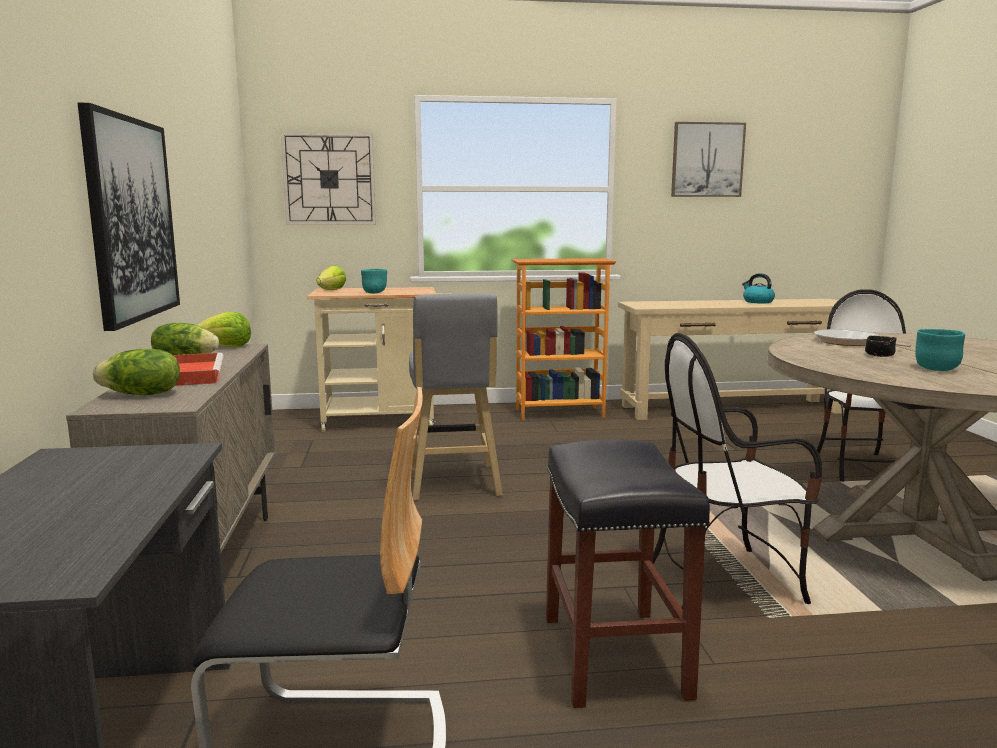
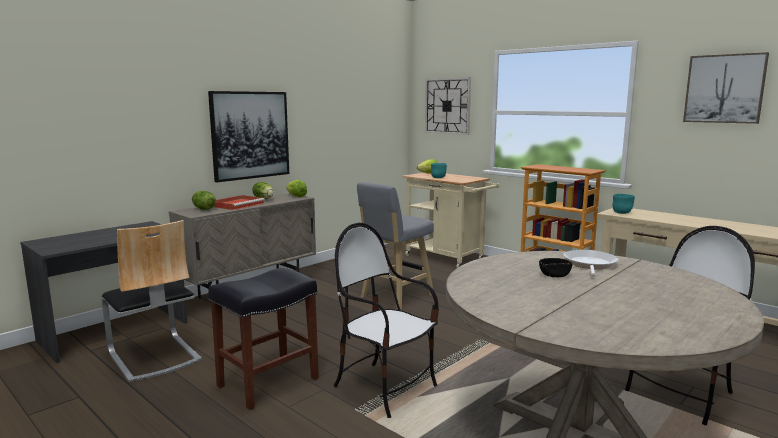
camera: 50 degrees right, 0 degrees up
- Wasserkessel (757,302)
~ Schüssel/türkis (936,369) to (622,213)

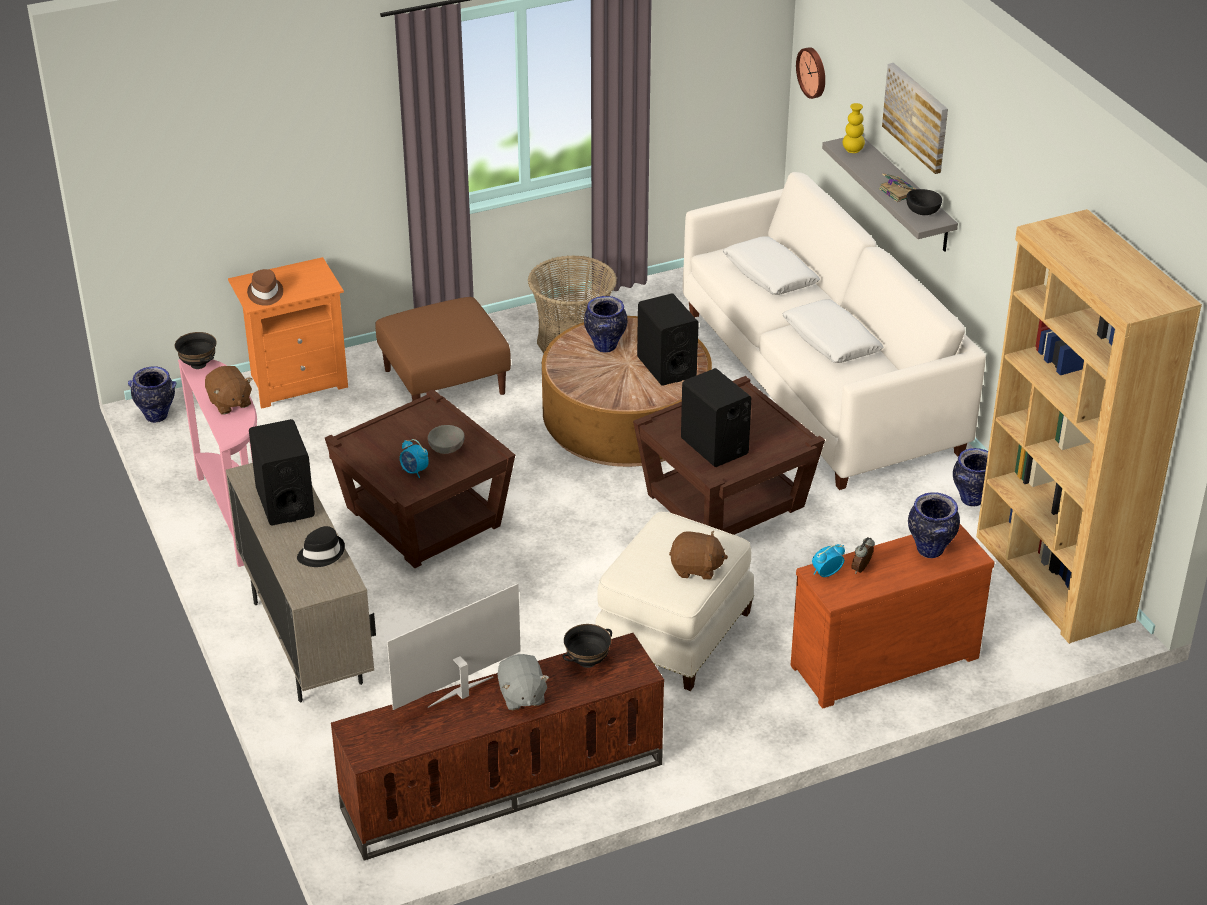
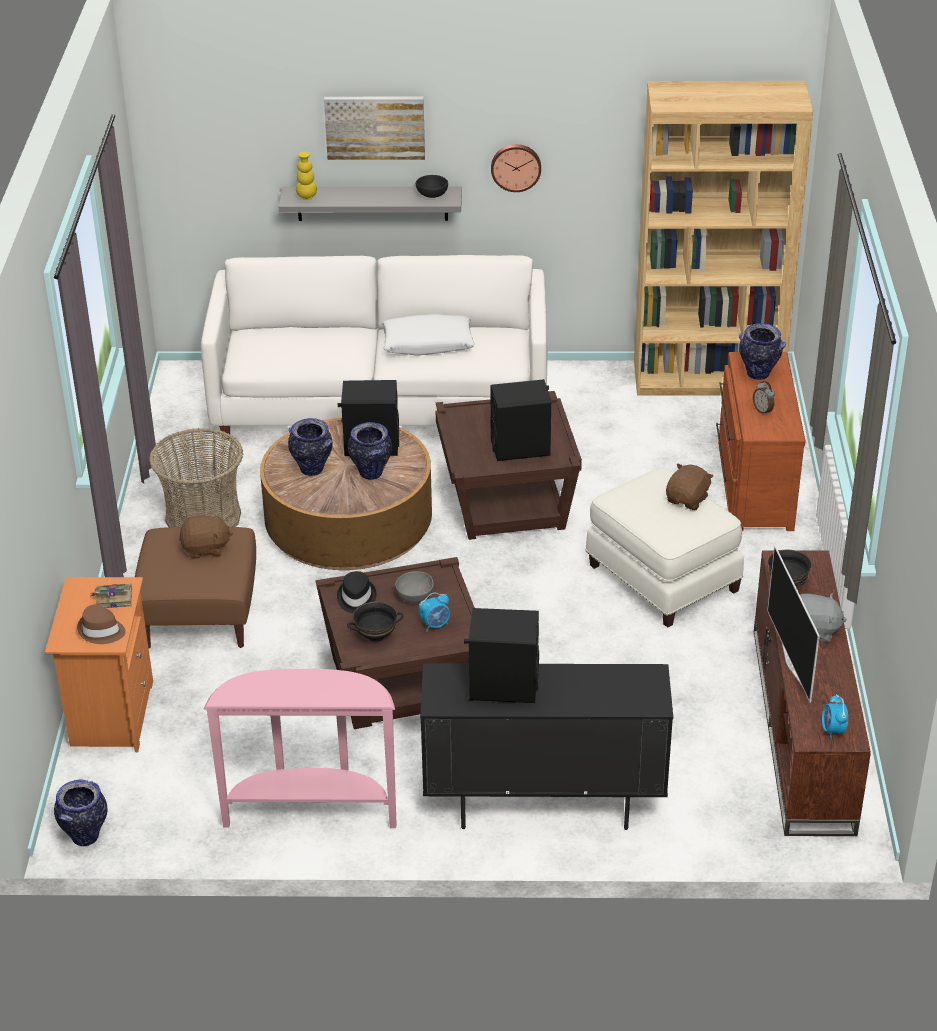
camera: 65 degrees left, 0 degrees up
~ Wanduhr (813,72) to (516,166)
~ Buch (897,191) to (113,598)
- Kissen/weiß (769,275)
~ Schüssel/schwarz (199,364) to (376,636)
~ Plüschtier/braun (229,403) to (206,549)
~ Vase (972,500) to (371,474)
~ Schrank/beige (306,642) to Schrank/schwarz (543,805)
~ Hut/schwarz (321,553) to (356,598)
~ Wecker (826,573) to (833,730)

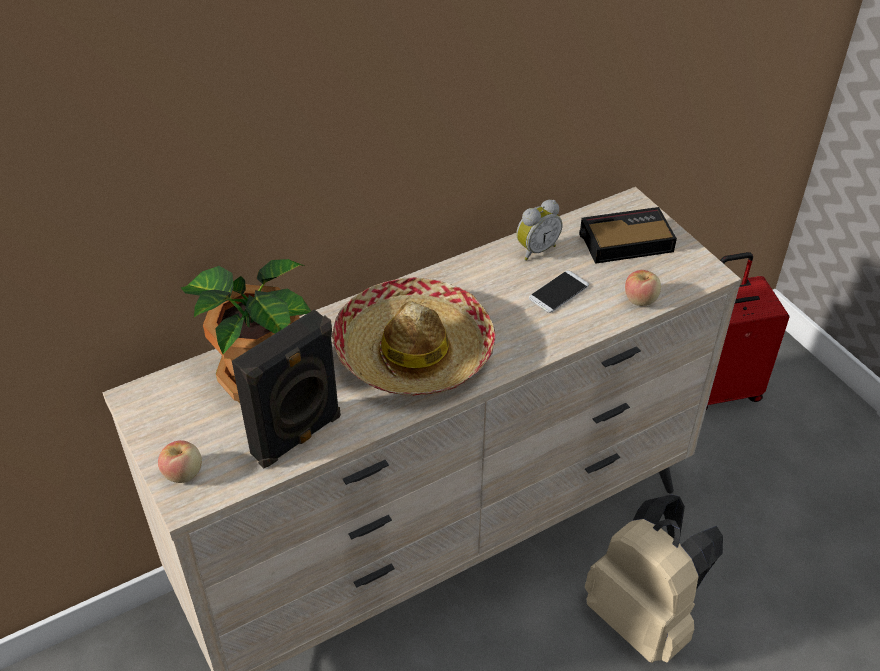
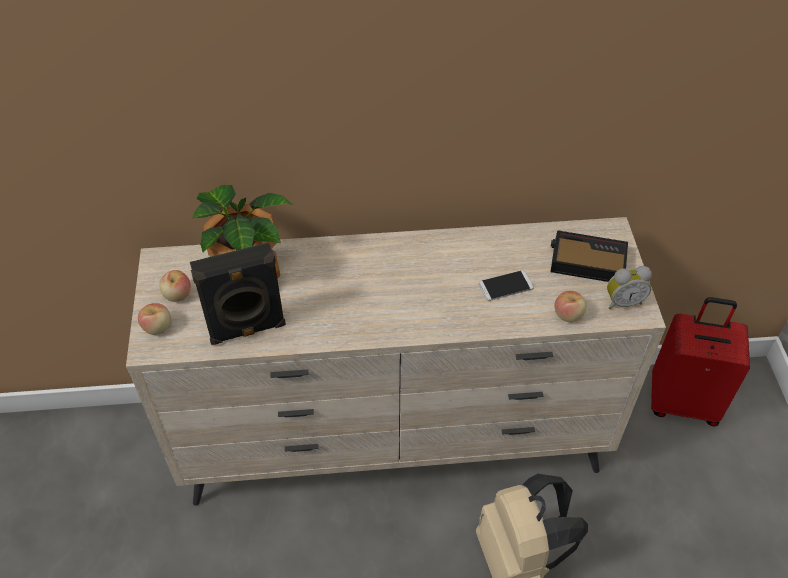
camera: 25 degrees right, 5 degrees up
~ Wecker (535,249) to (623,301)
- Hut (413,351)
+ Apfel (178,295)

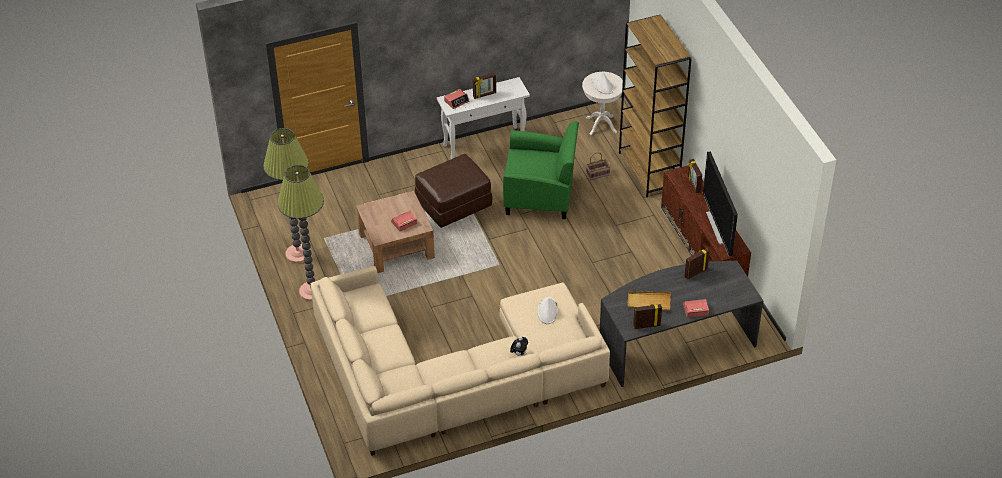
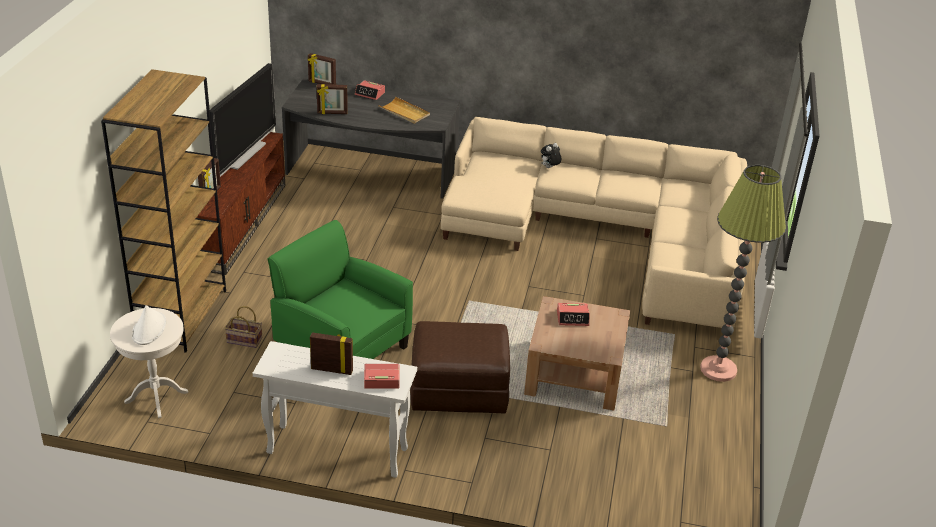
camera: 150 degrees left, 10 degrees down
- Stehlampe (298,254)
- Hut/weiß (547,311)
~ Bilderrahmen (646,325) to (322,83)

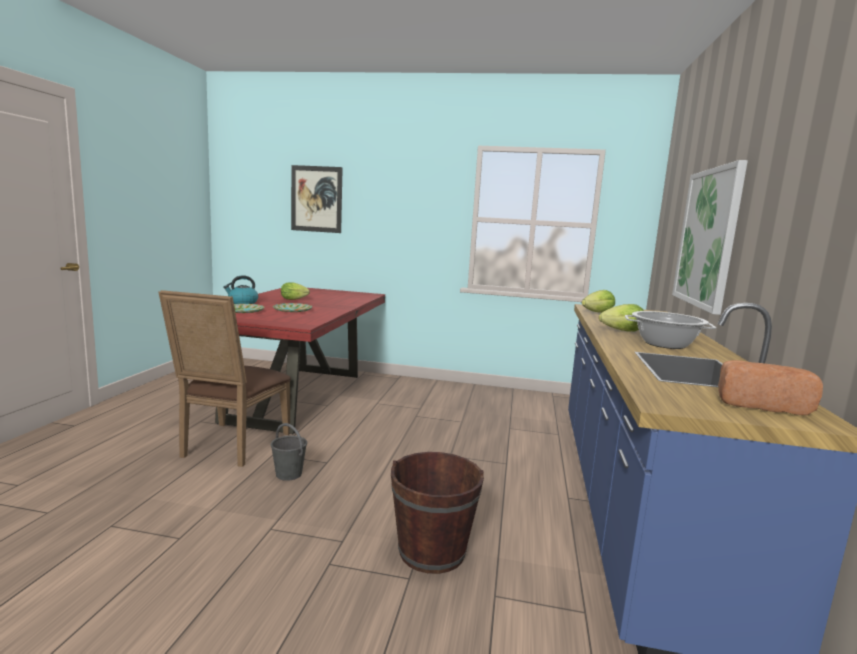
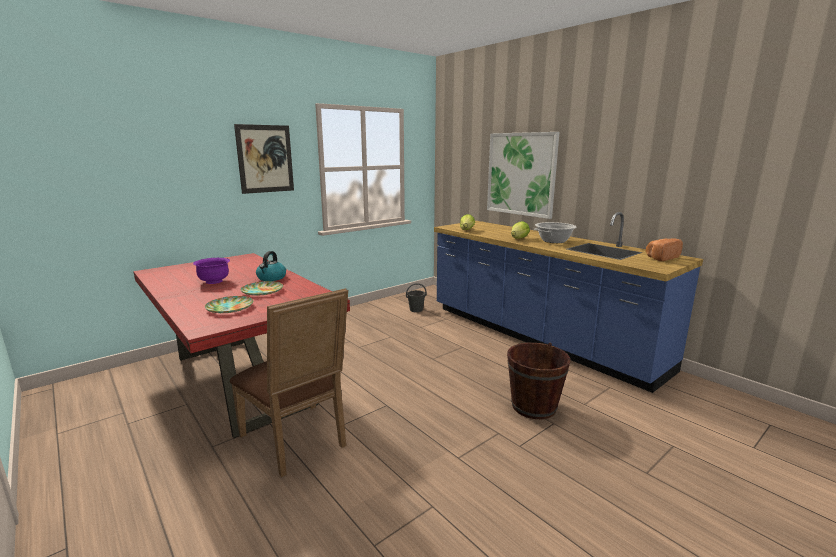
camera: 50 degrees left, 5 degrees up
~ Bild (316,199) to (265,159)
~ Wasserkessel (242,302) to (271,278)
~ Salatkopf (295,299) to Schüssel/lila (214,281)
~ Eimer/grau (289,474) to (416,310)

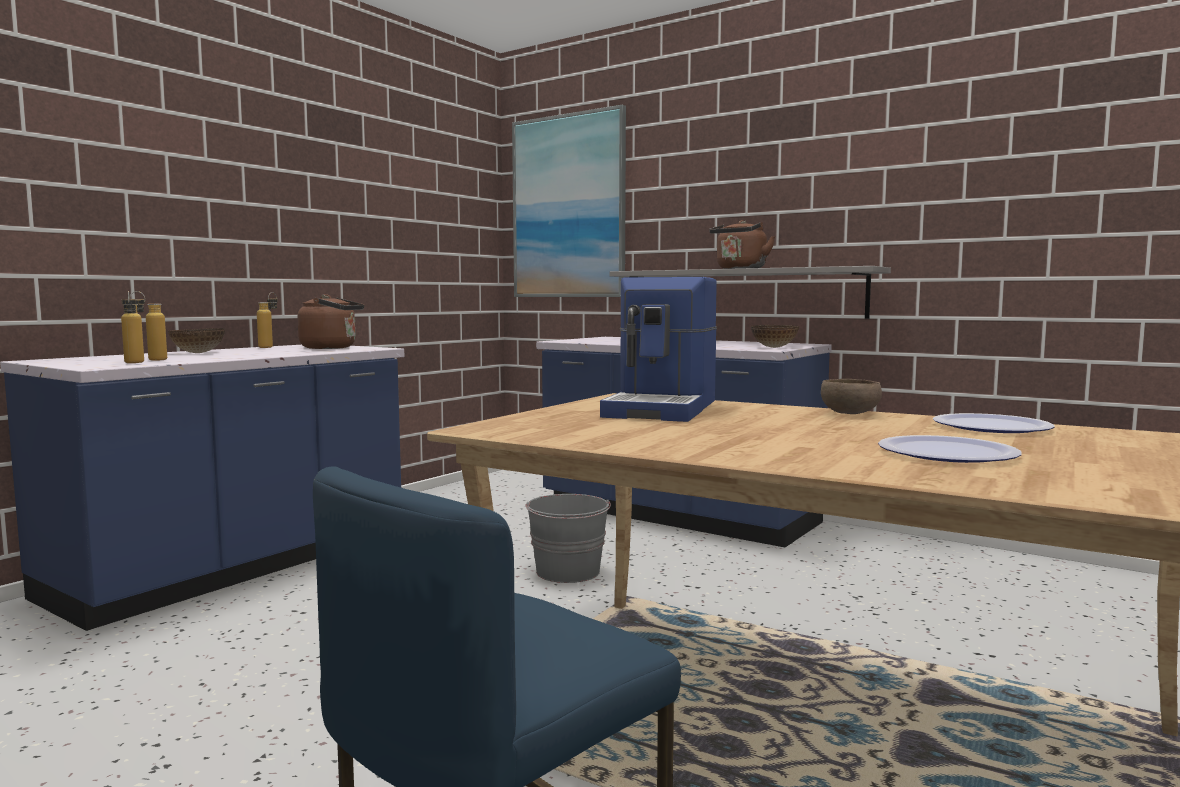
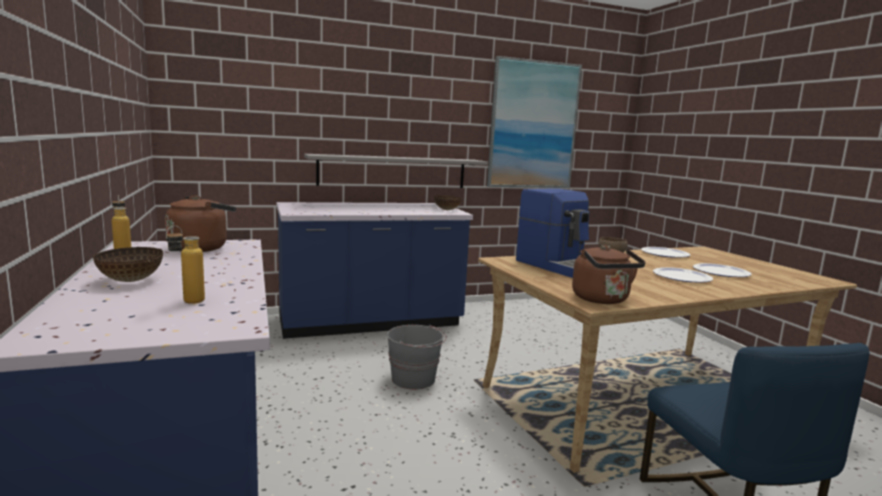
camera: 55 degrees left, 5 degrees up
~ Bild (568,207) to (533,125)
~ Wasserkessel/braun (740,269) to (602,300)
- Flasche (134,363)
+ Teller (682,277)

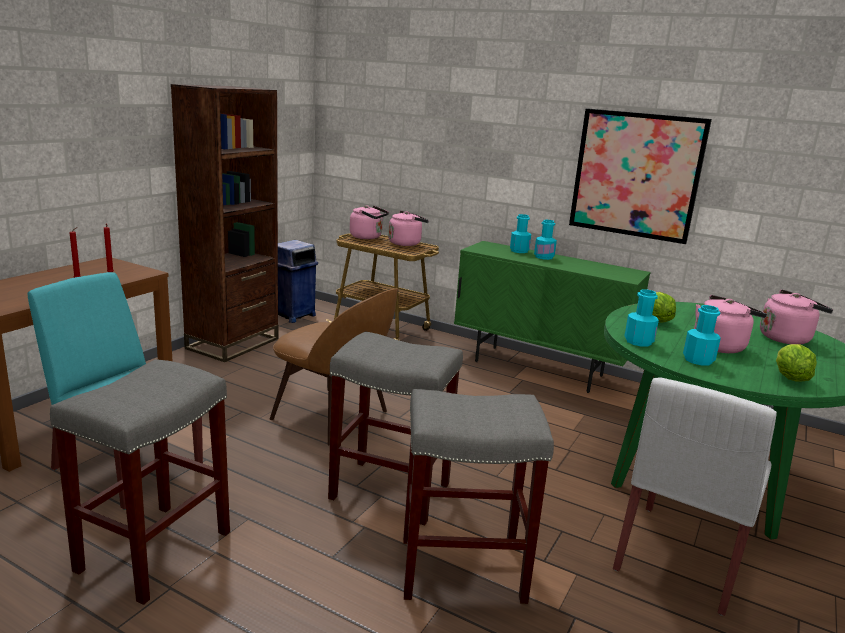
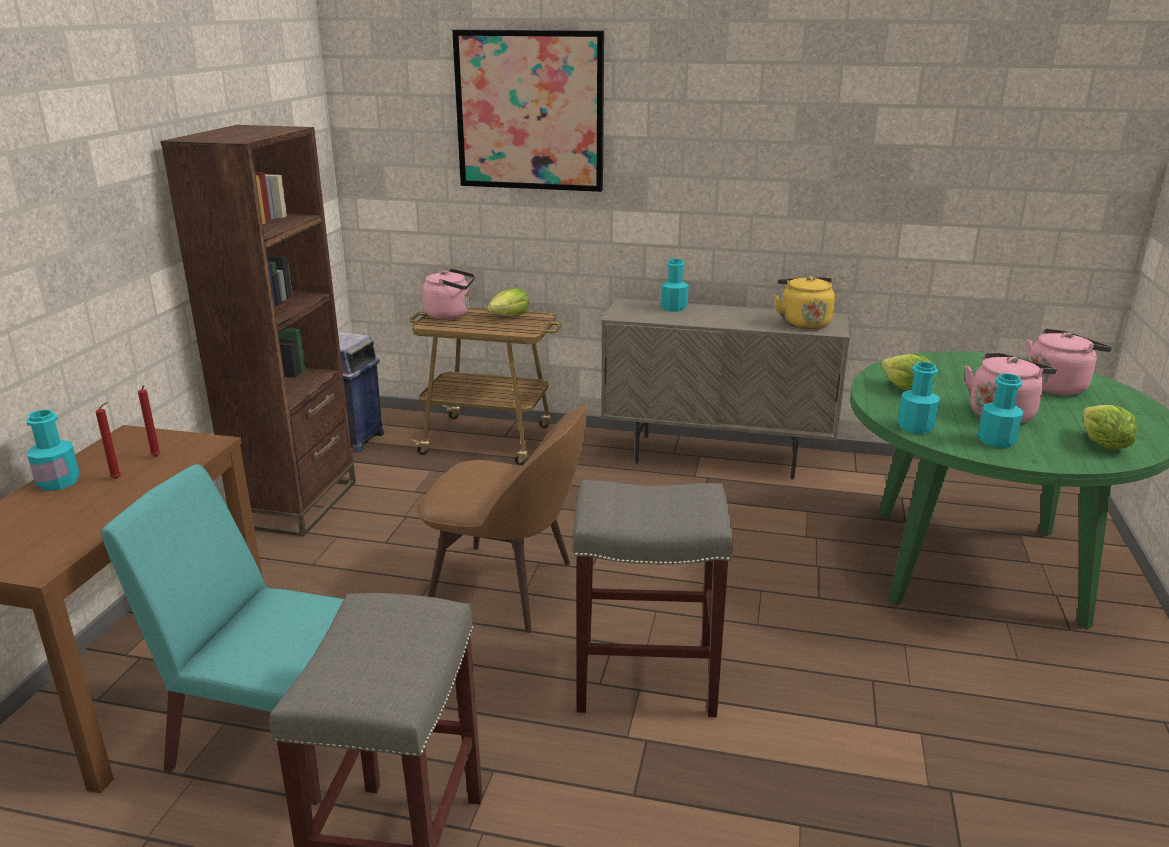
camera: 15 degrees left, 5 degrees up
~ Bild (636,175) to (530,111)
~ Wasserkessel/rosa (406,243) to Salatkopf (509,316)
~ Flasche/türkis (544,257) to (58,482)
~ Schrank/grün (538,369) to Schrank/beige (716,457)
- Stuhl/weiß (680,558)
- Hocker/grau (460,570)
+ Wasserkessel/gelb (803,323)

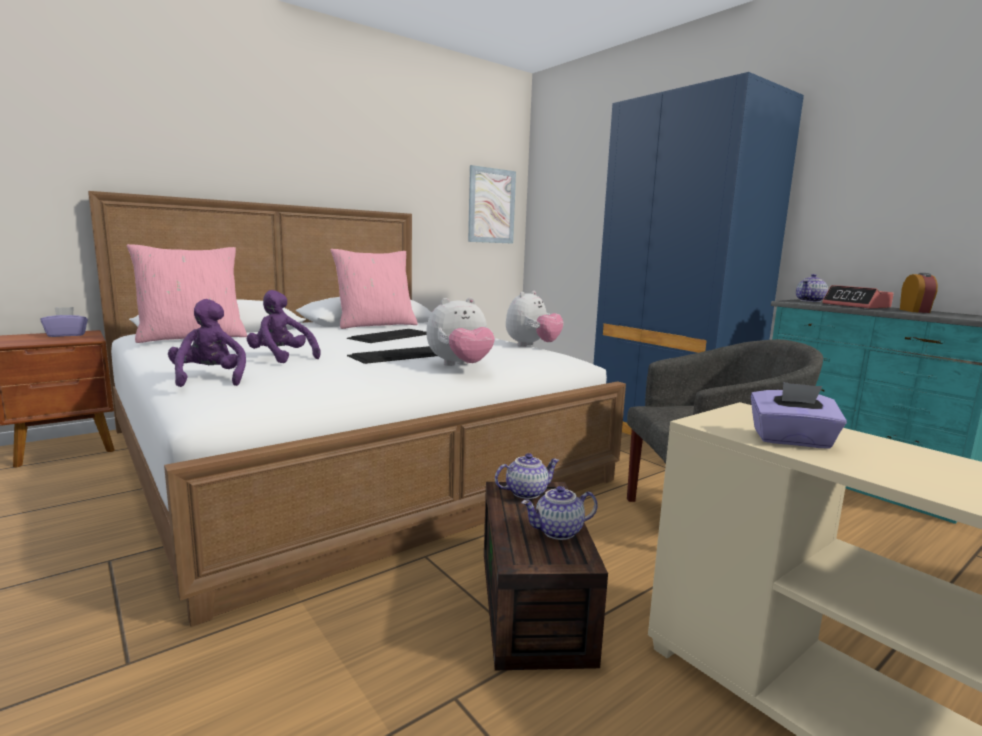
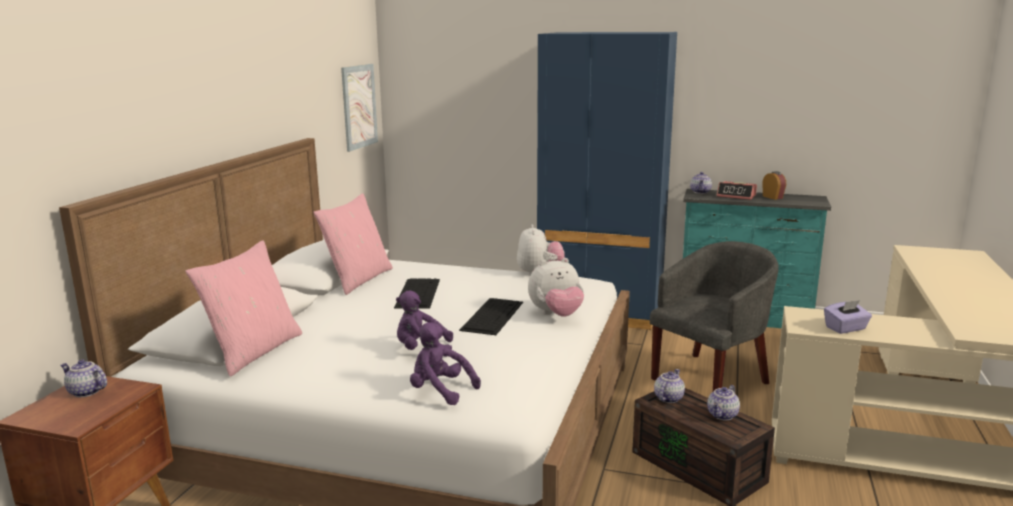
camera: 35 degrees left, 5 degrees up
~ Plüschtier (460,366) = (556,315) 45 degrees clockwise
~ Taschentuchbox/lila (67,335) to Teekanne (85,392)

